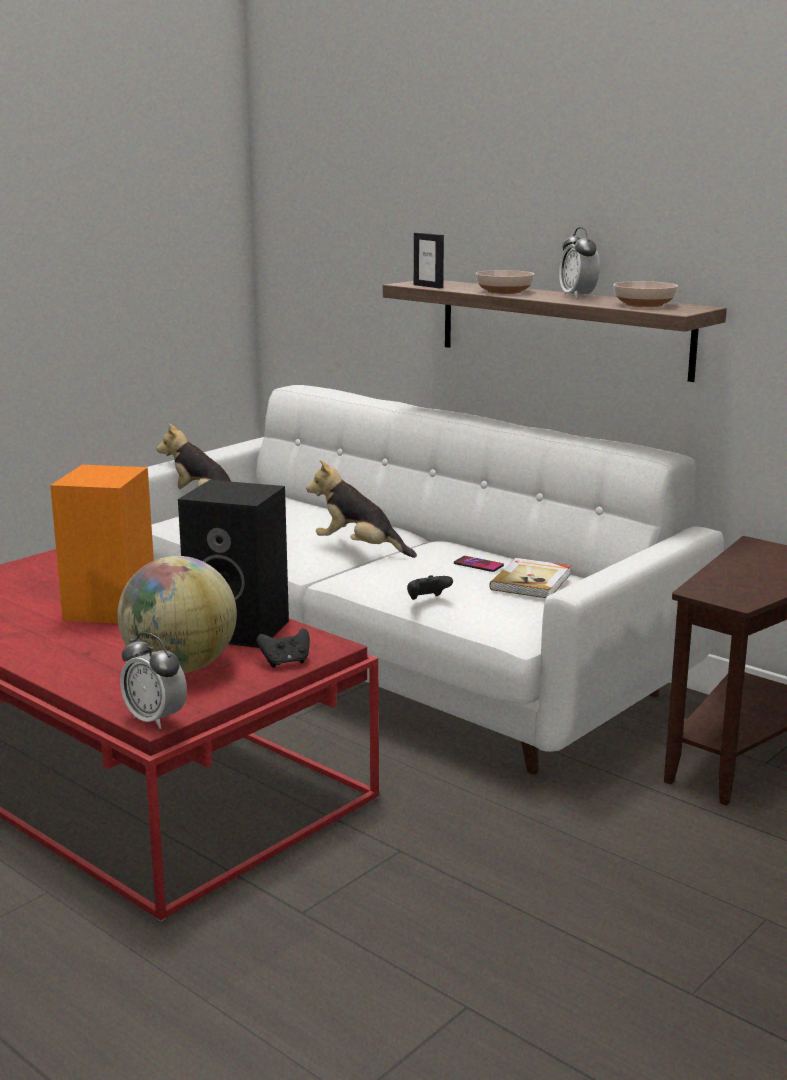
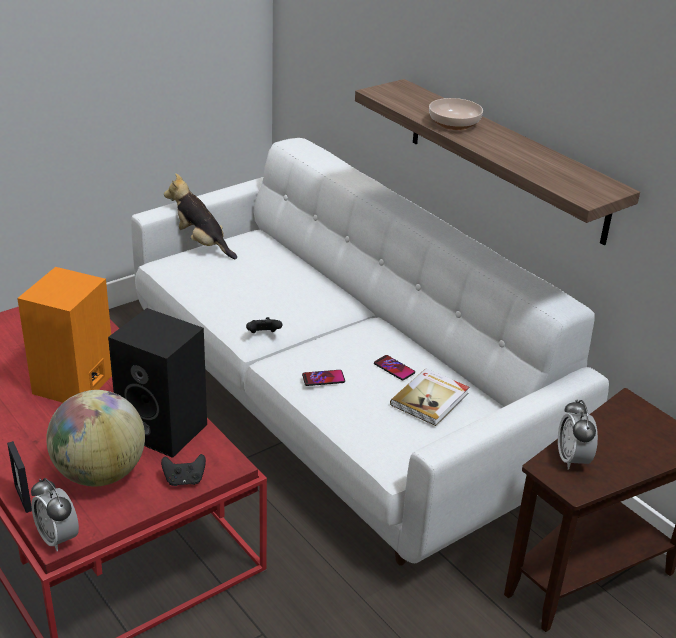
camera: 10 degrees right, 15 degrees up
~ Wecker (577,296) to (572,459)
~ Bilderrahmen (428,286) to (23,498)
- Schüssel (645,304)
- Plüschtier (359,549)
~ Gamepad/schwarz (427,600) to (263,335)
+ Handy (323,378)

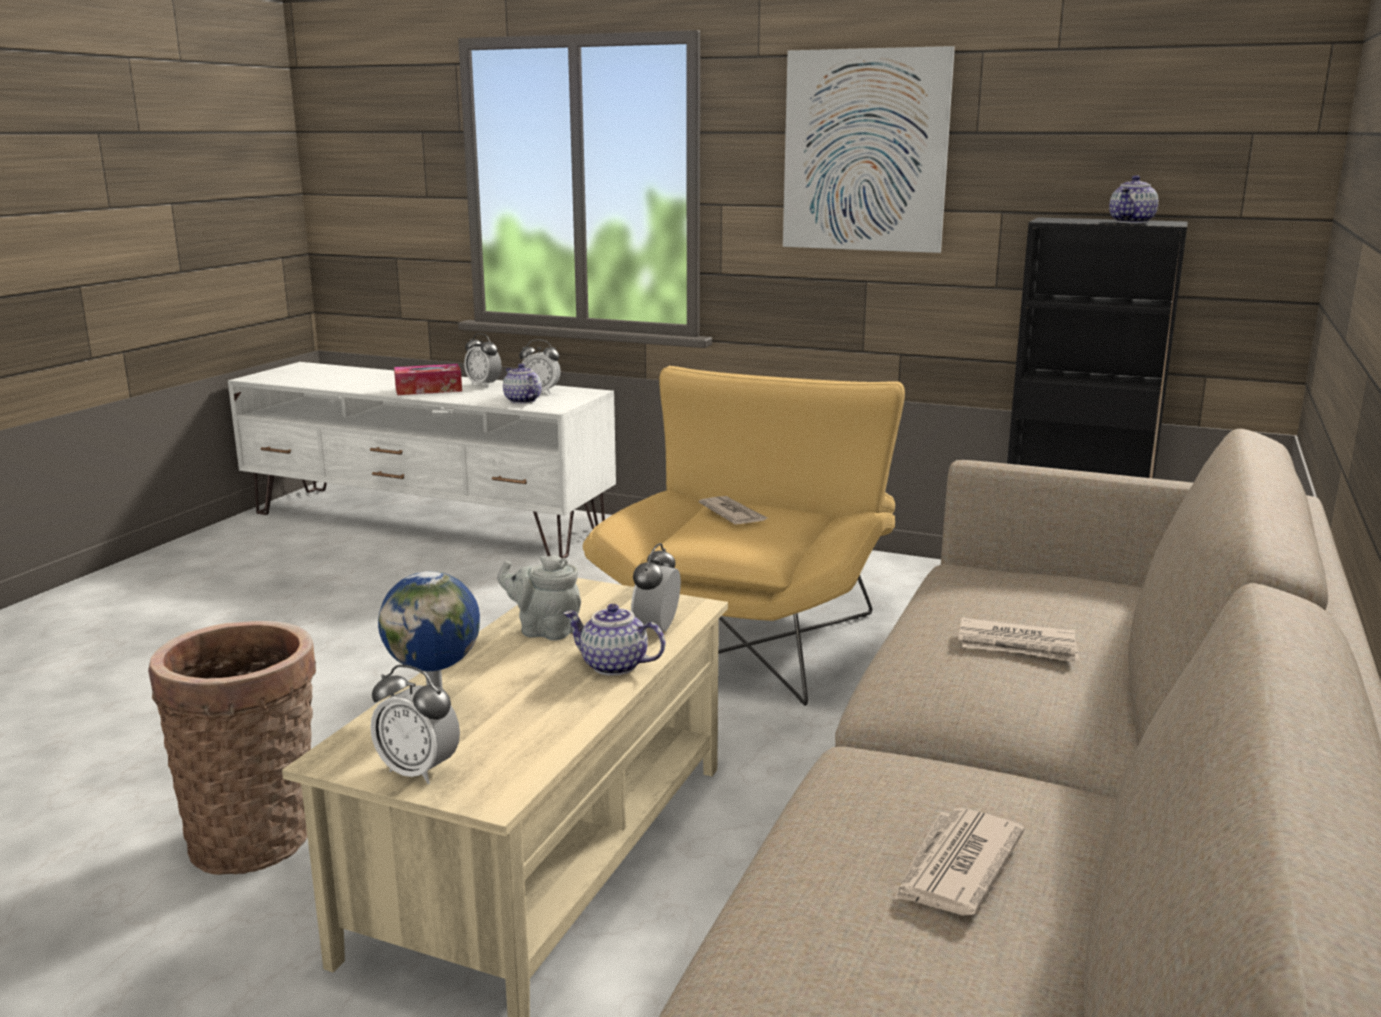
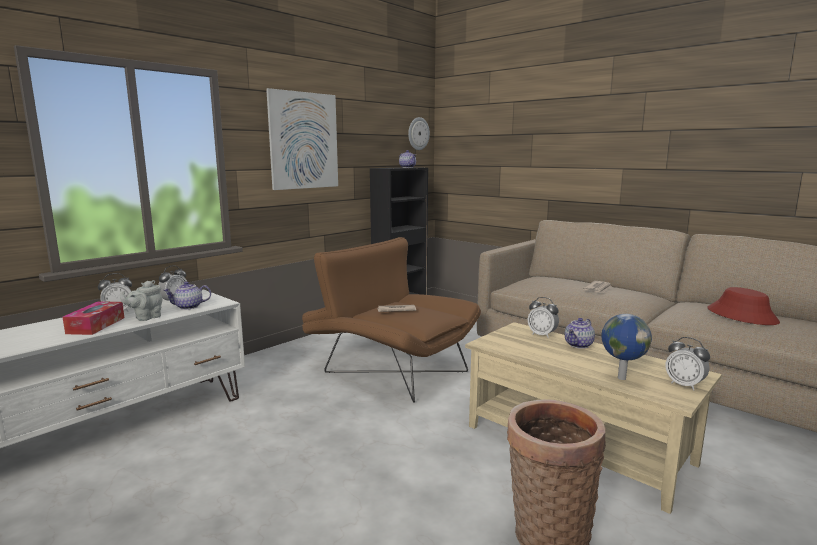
camera: 70 degrees left, 5 degrees down
~ Sessel/gelb (755,633) to Sessel/braun (389,368)
~ Teekanne/grau (544,630) to (146,317)
~ Wecker (418,771) = (684,385) 90 degrees clockwise
~ Zeitung (956,867) to Hut/rot (742,315)
+ Wanduhr (418,133)

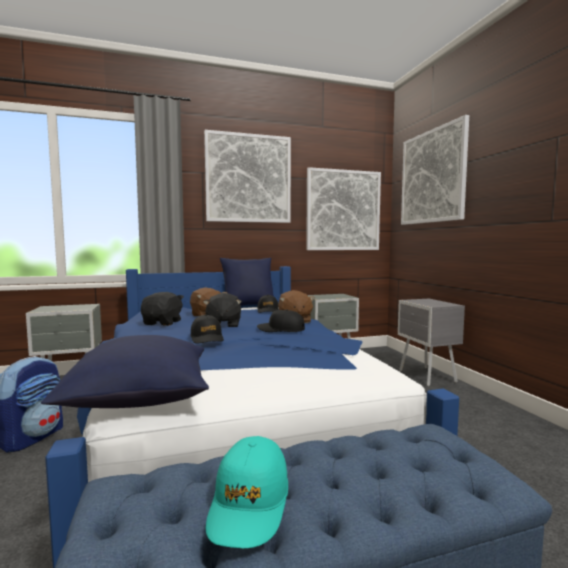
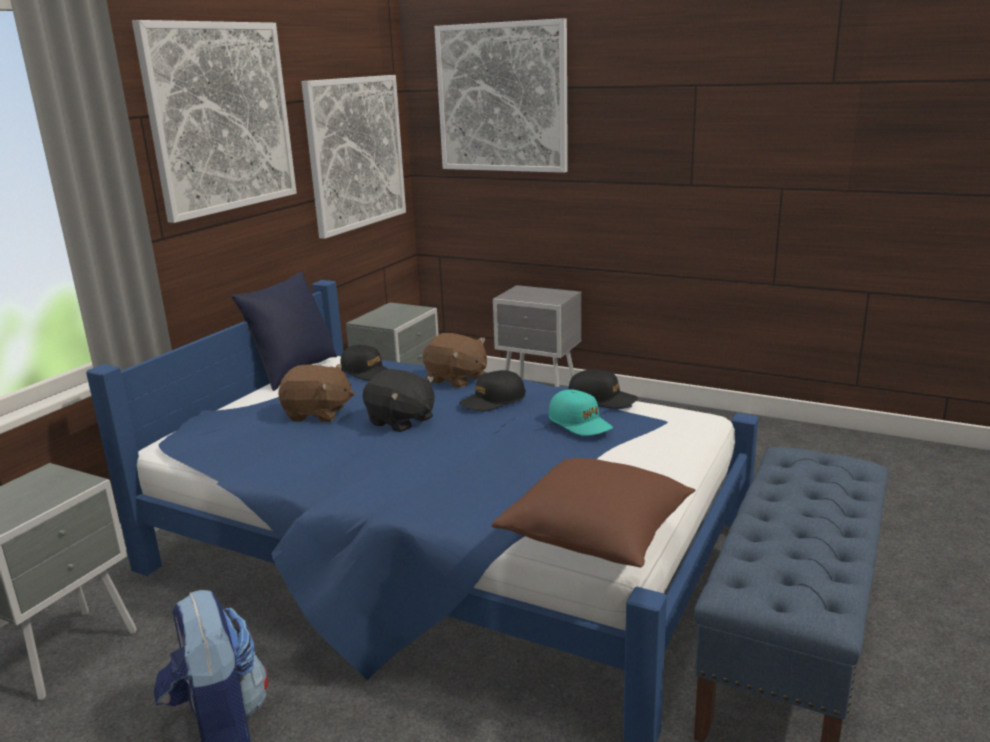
camera: 45 degrees left, 15 degrees up
- Plüschtier/schwarz (163,323)
~ Kappe/schwarz (207,338) to (601,399)
~ Kissen/blau (139,398) to Kissen/braun (597,537)
~ Kappe/türkis (249,503) to (580,423)

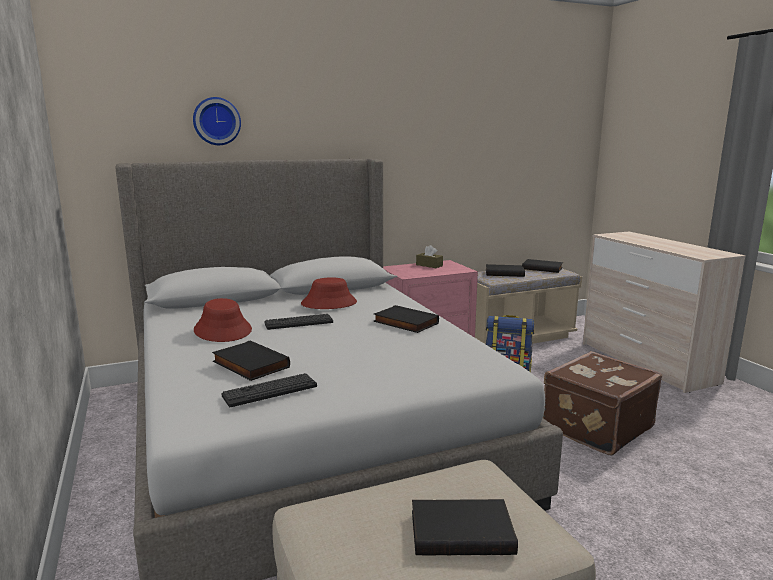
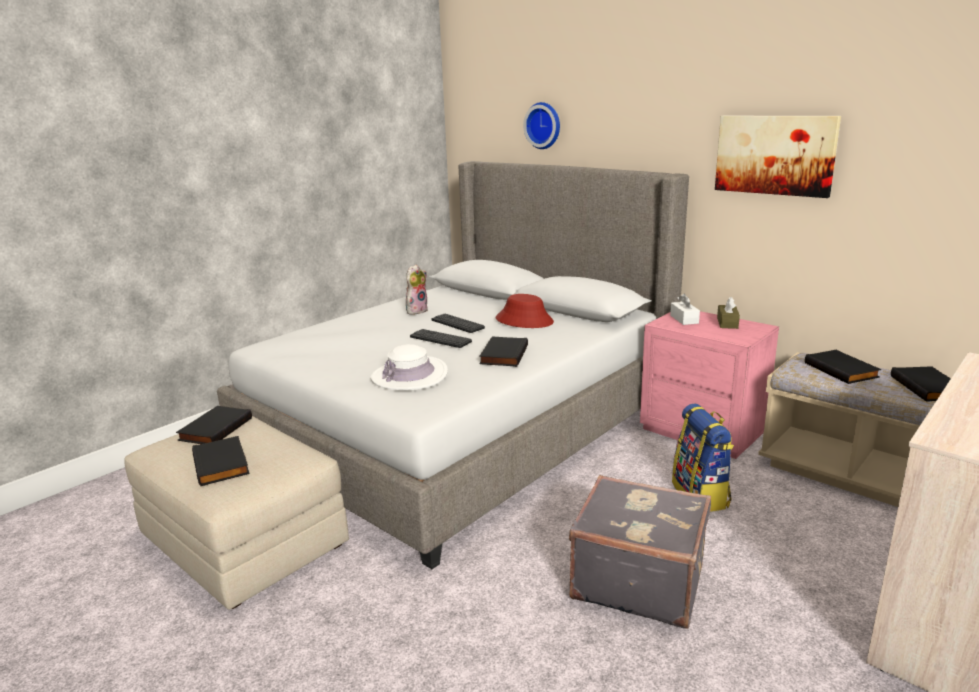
camera: 65 degrees right, 5 degrees up
~ Hut/rot (223,330) to Plüschtier (416,311)
~ Buch/schwarz (249,365) to (215,429)
~ Koffer/braun (595,427) to Koffer/grau (638,580)
~ Tastatur (270,391) to (440,339)
+ Bild (775,155)
+ Taschentuchbox/weiß (684,319)
+ Hut/weiß (409,375)

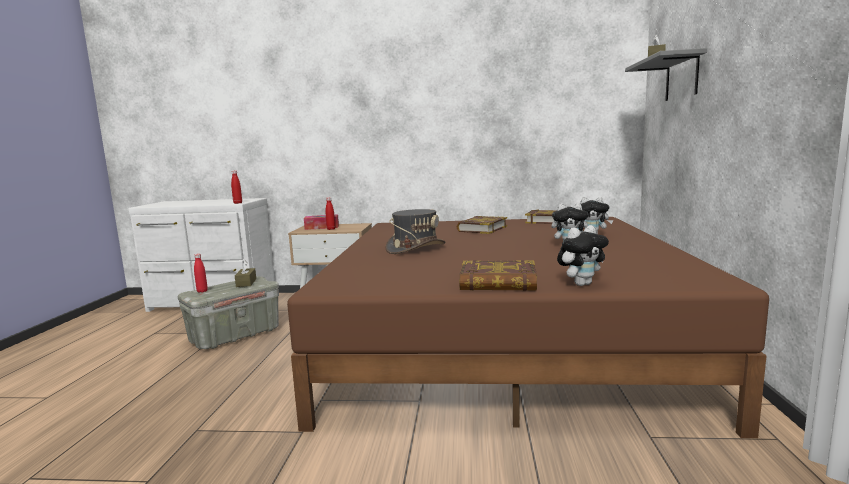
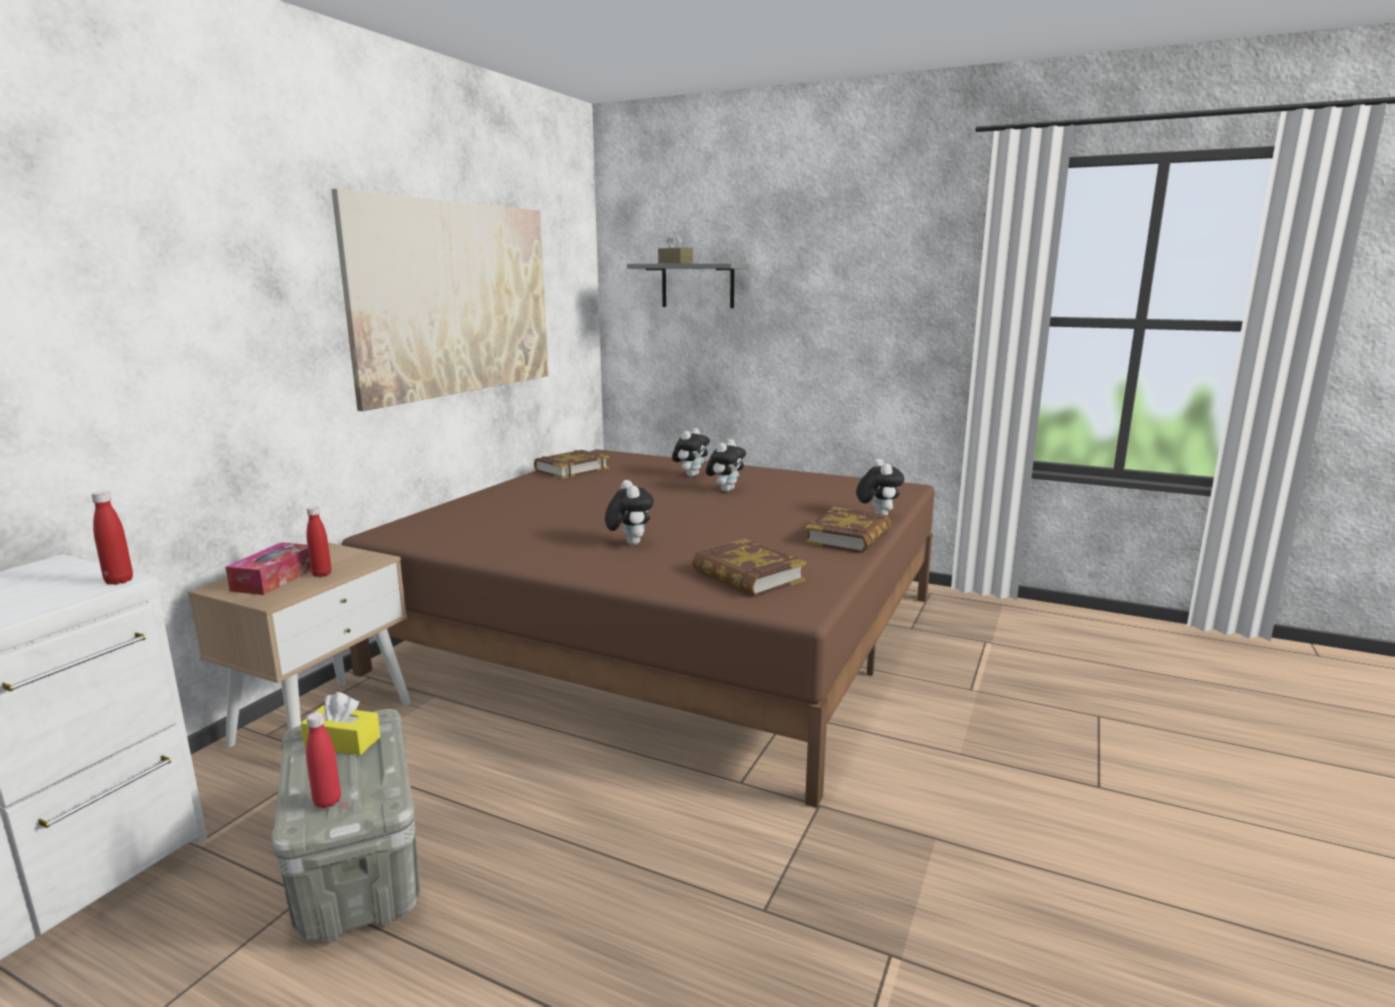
camera: 70 degrees left, 5 degrees up
~ Hut/grau (415,248) to Plüschtier (629,543)
~ Buch (482,229) to (747,576)
~ Taschentuchbox/braun (246,283) to Taschentuchbox/gelb (342,742)
+ Bild (456,299)

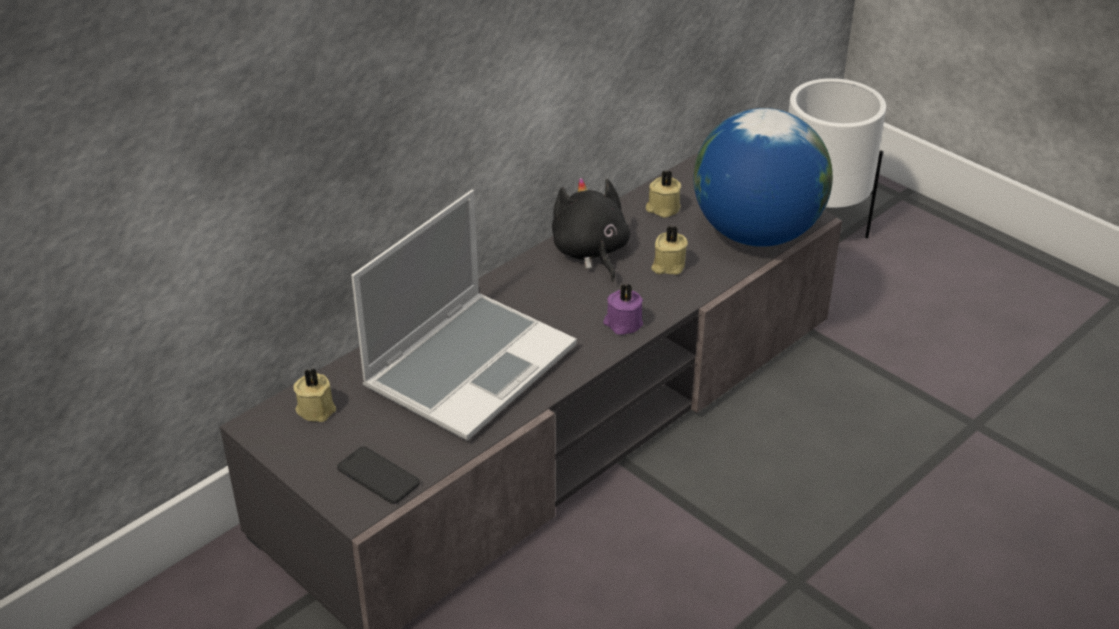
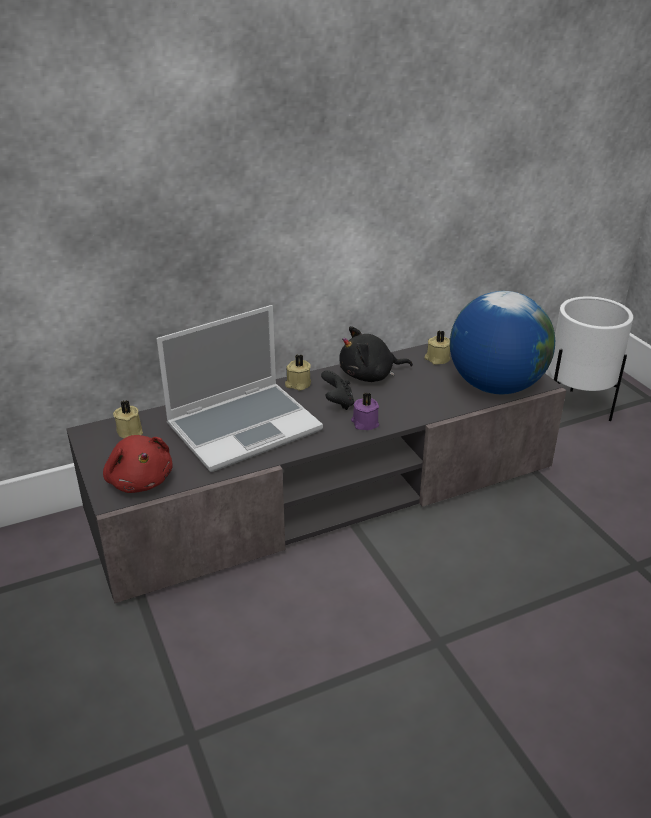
camera: 20 degrees right, 5 degrees down
~ Plüschtier/schwarz (590,252) = (370,375) 105 degrees counterclockwise
~ Kerze/beige (667,266) to (298,384)
~ Handy (378,476) to Plüschtier/rot (140,480)
+ Gamepad/schwarz (338,402)

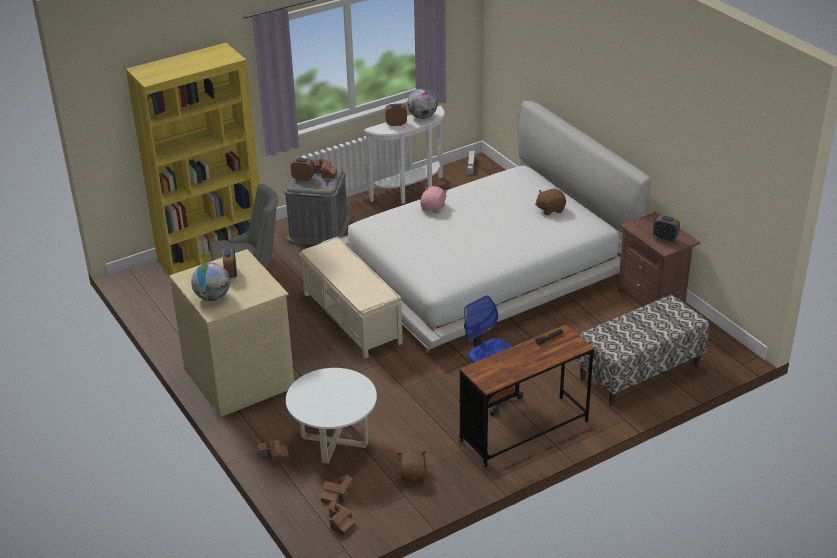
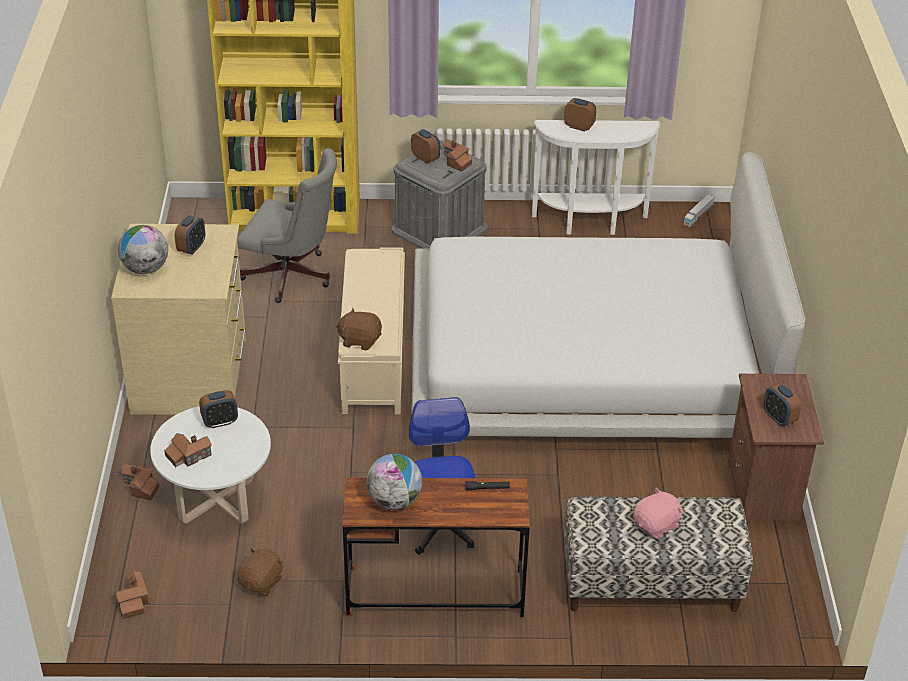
camera: 30 degrees right, 5 degrees up
~ Globus (422,116) to (394,501)
~ Plüschtier/rosa (433,208) to (657,525)
~ Plüschtier/braun (550,209) to (360,340)
~ Spielzeughaus (337,494) to (188,455)
+ Wecker (220,422)

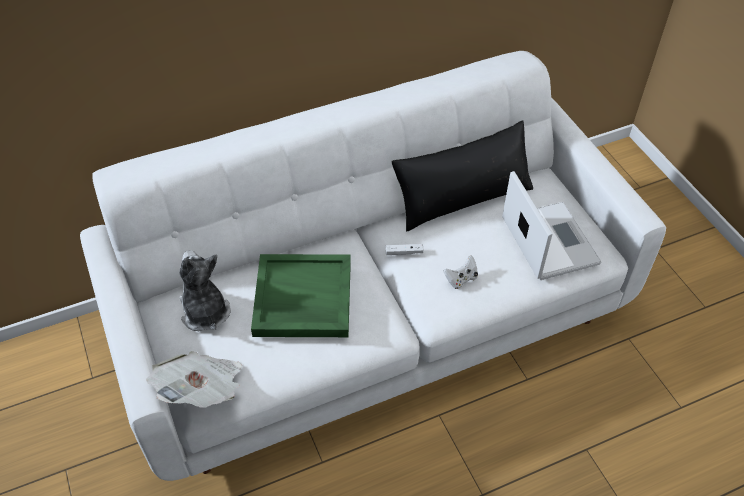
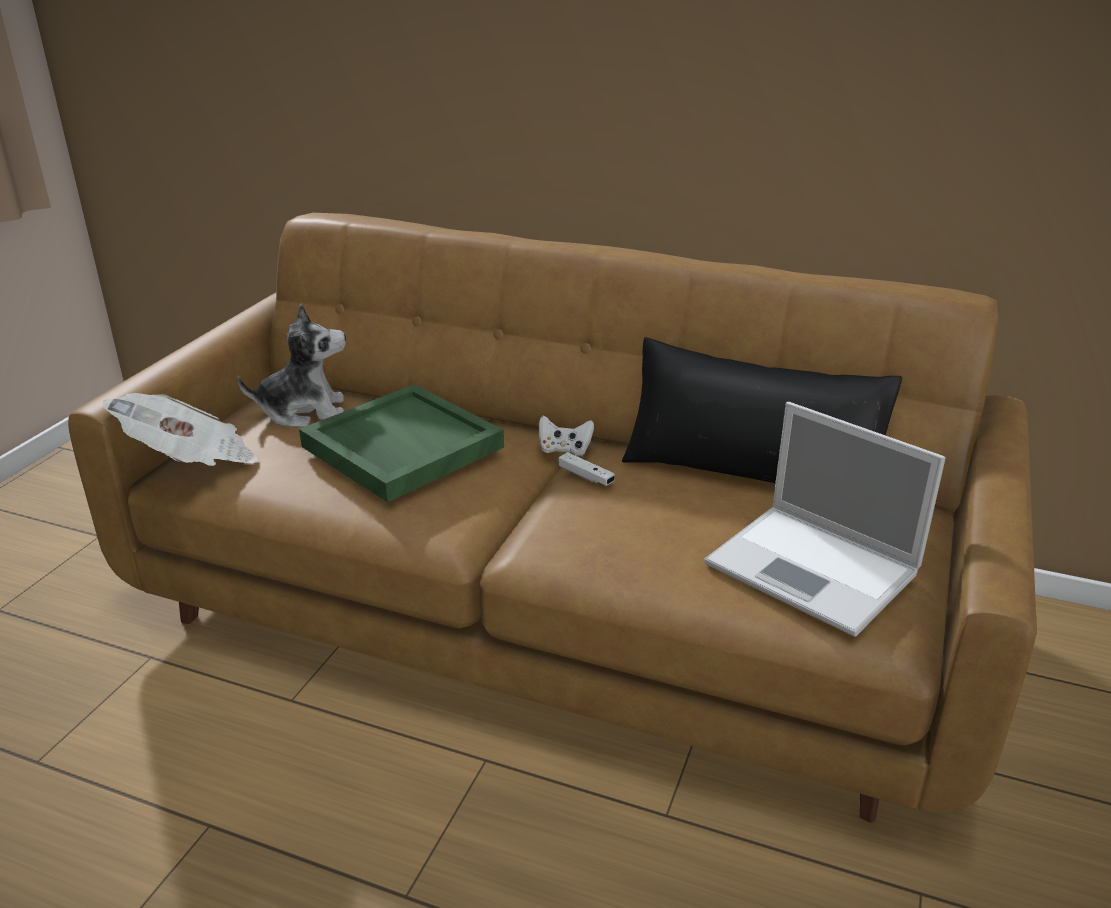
camera: 45 degrees right, 20 degrees down
~ Sofa/weiß (372,315) to Sofa/braun (555,606)
~ Laptop (548,240) = (815,569) 105 degrees clockwise
~ Plüschtier (205,312) = (303,411) 60 degrees clockwise
~ Gamepad/weiß (461,279) to (564,450)

